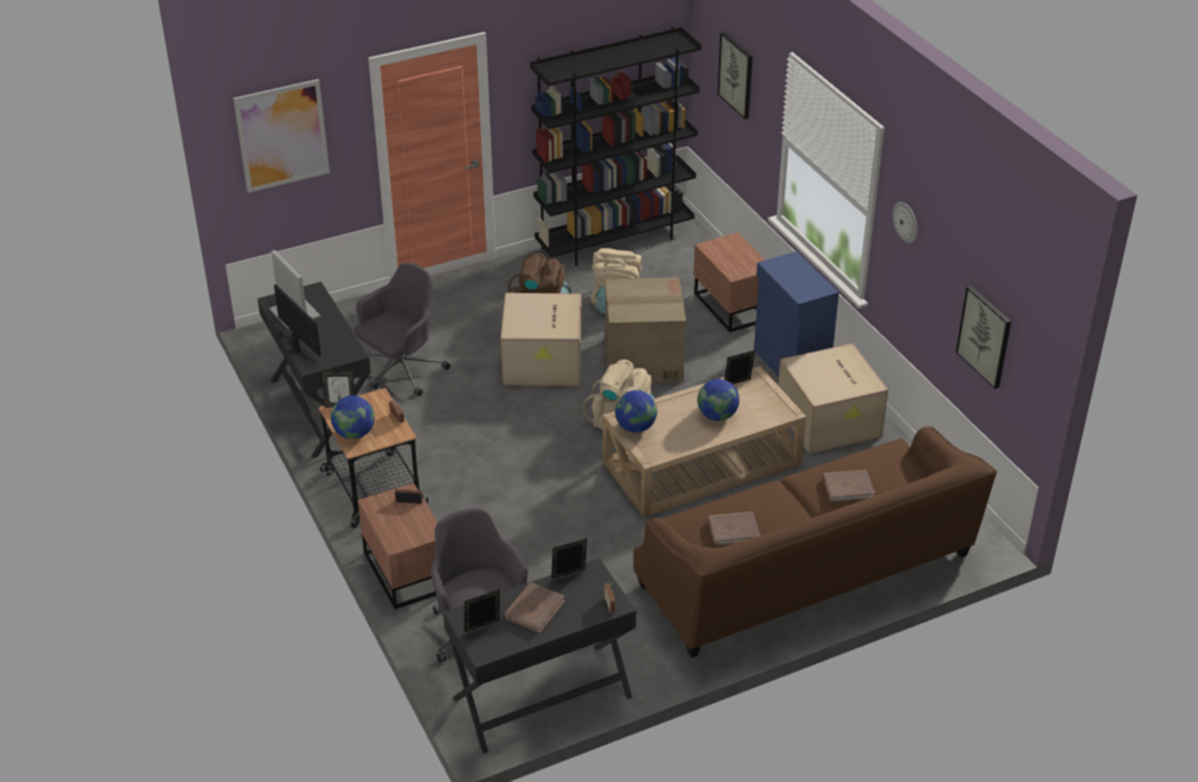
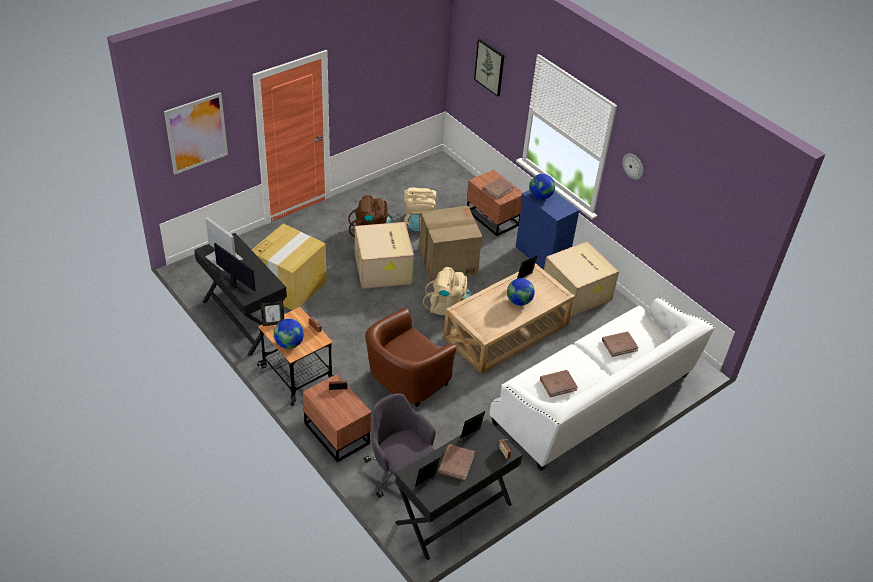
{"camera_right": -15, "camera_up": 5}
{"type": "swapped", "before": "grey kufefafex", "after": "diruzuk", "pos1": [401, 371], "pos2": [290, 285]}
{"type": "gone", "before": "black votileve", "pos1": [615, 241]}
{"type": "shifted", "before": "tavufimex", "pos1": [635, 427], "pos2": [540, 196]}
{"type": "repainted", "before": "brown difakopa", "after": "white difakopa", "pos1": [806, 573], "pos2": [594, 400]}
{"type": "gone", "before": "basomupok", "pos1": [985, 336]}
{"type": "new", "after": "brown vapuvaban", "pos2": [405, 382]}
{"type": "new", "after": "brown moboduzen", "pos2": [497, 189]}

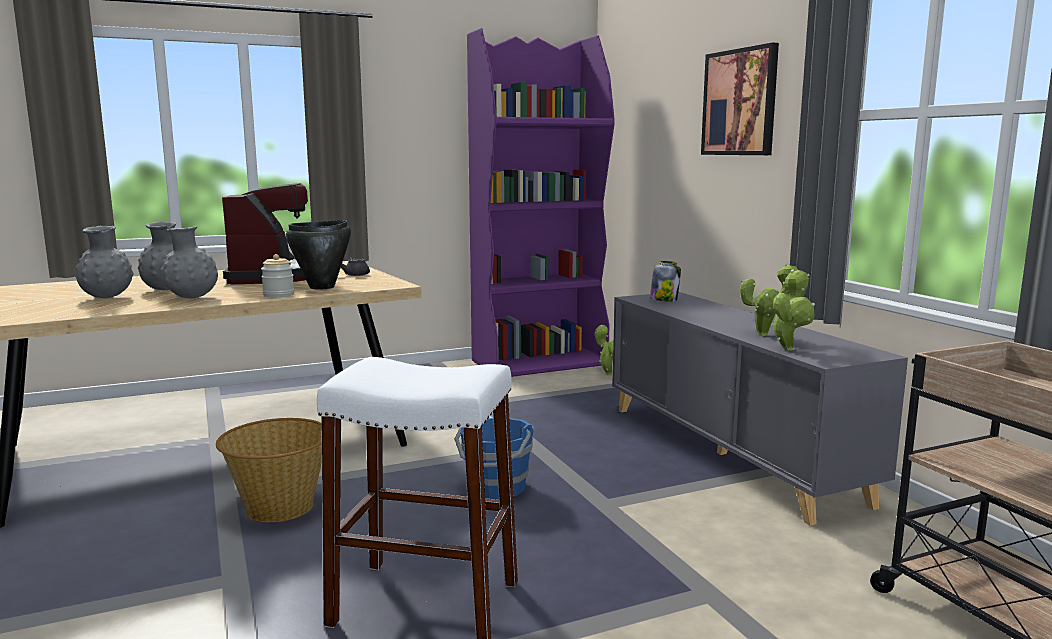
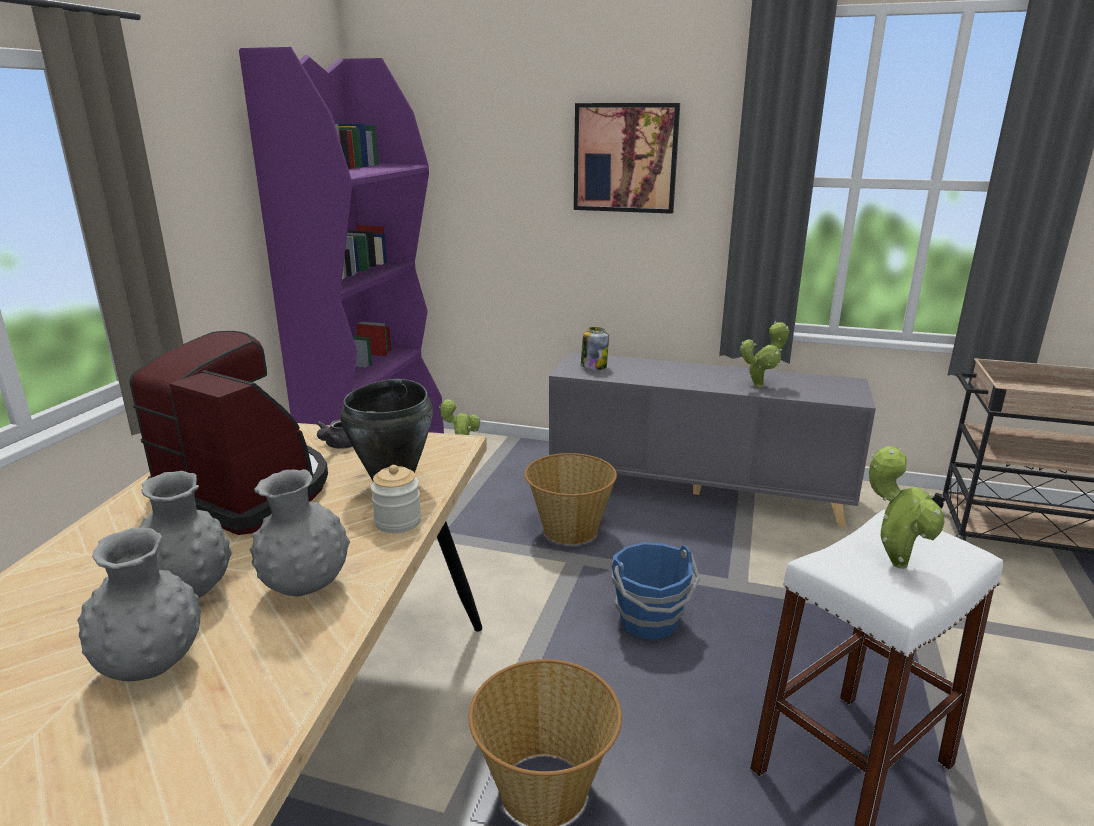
{"camera_right": -50, "camera_up": 10}
{"type": "shifted", "before": "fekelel", "pos1": [788, 348], "pos2": [894, 561]}
{"type": "new", "after": "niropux", "pos2": [569, 529]}

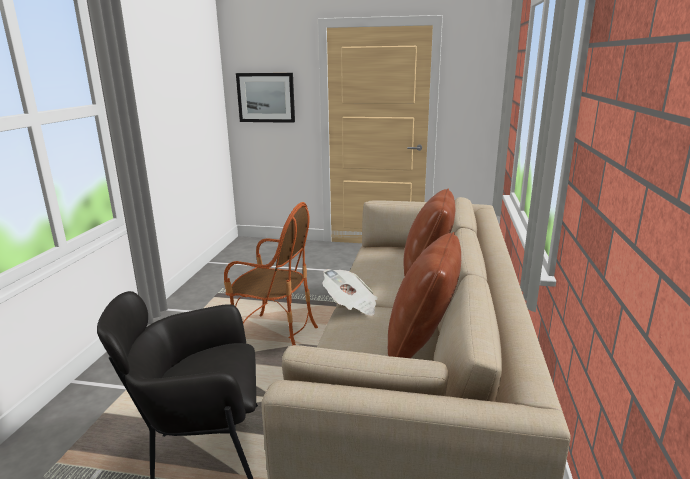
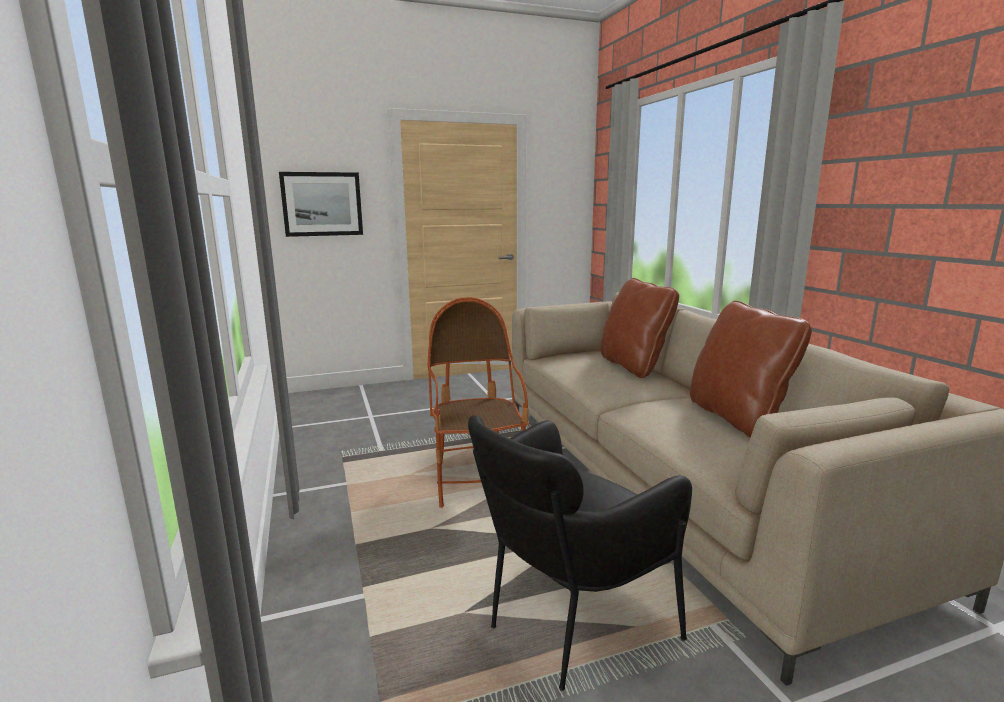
{"camera_right": -30, "camera_up": -5}
{"type": "rotated", "before": "vapuvaban", "pos1": [274, 335], "pos2": [477, 481], "turn": -90}
{"type": "gone", "before": "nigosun", "pos1": [351, 305]}

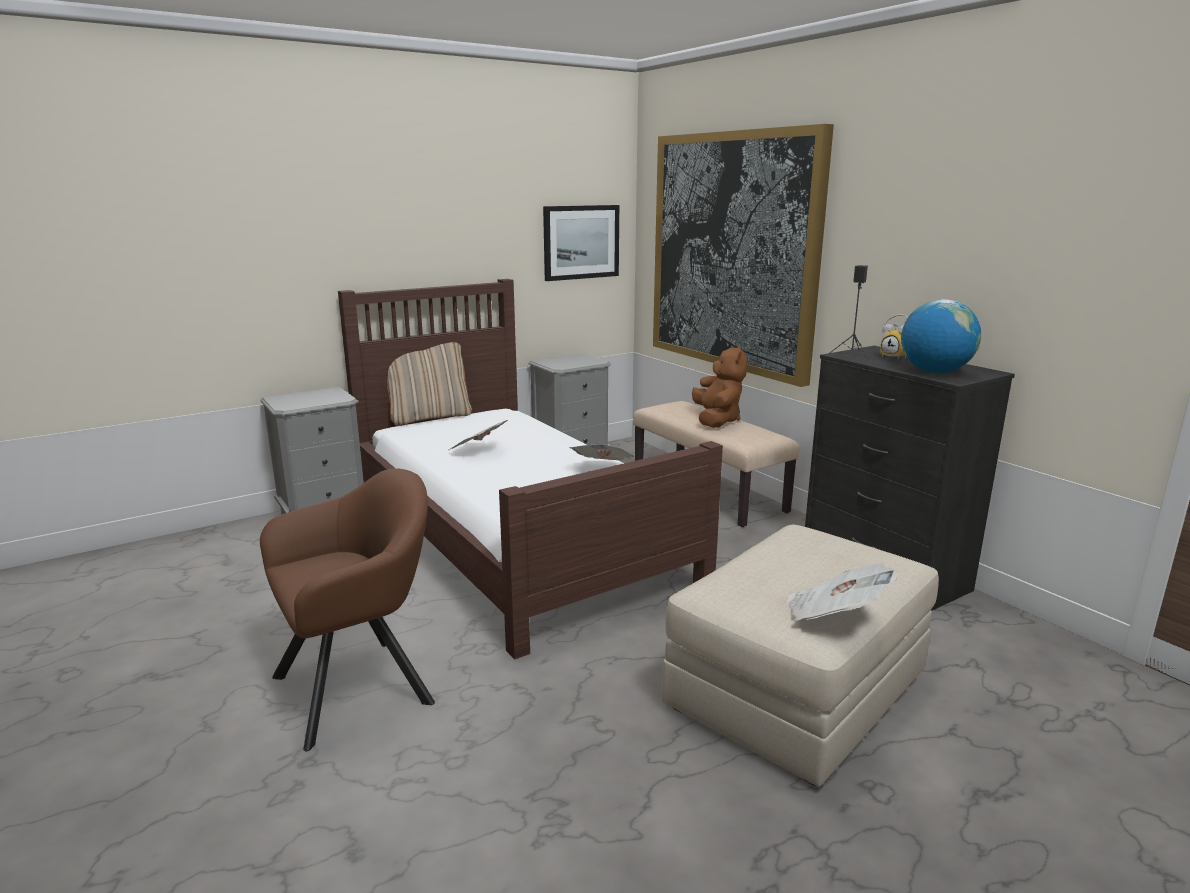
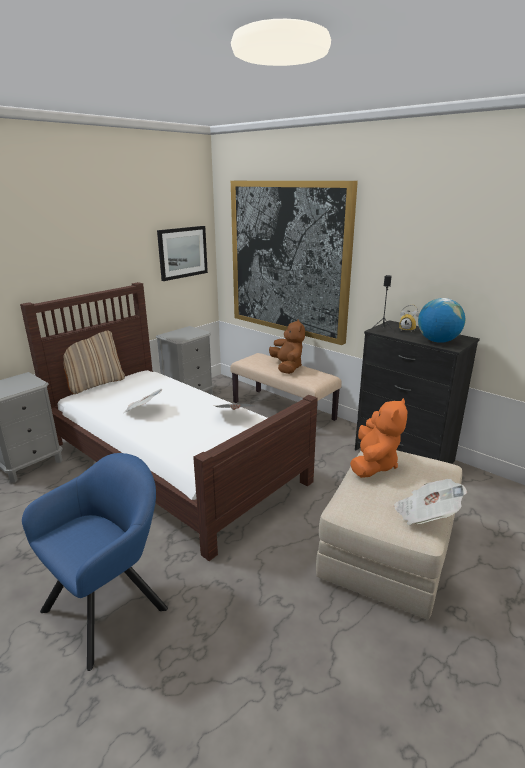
{"camera_right": -15, "camera_up": 5}
{"type": "repainted", "before": "brown vapuvaban", "after": "blue vapuvaban", "pos1": [362, 686], "pos2": [111, 605]}
{"type": "new", "after": "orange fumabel", "pos2": [374, 464]}

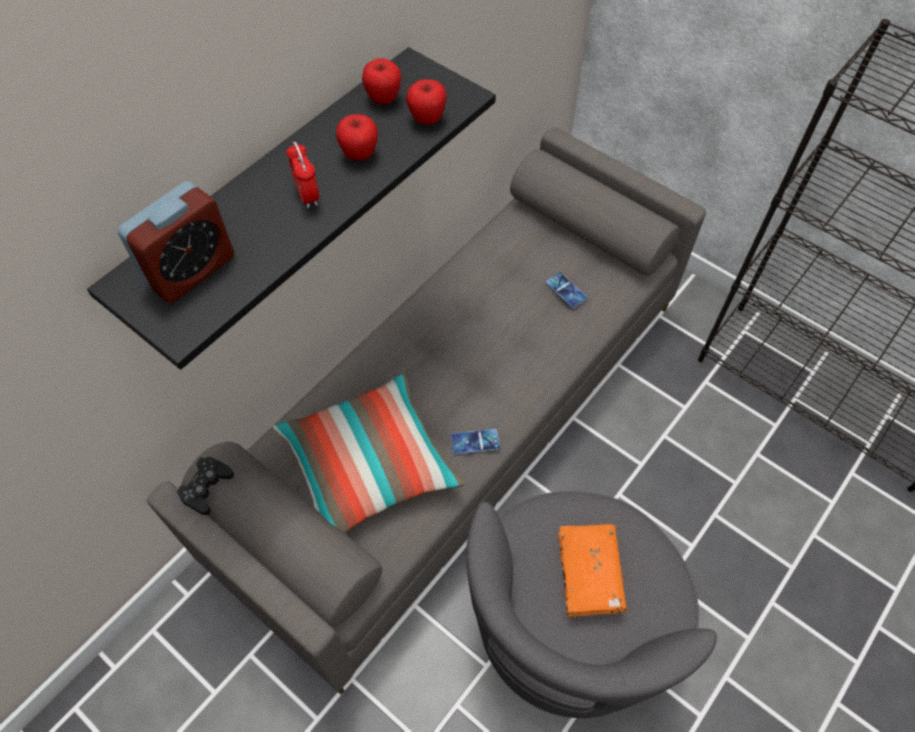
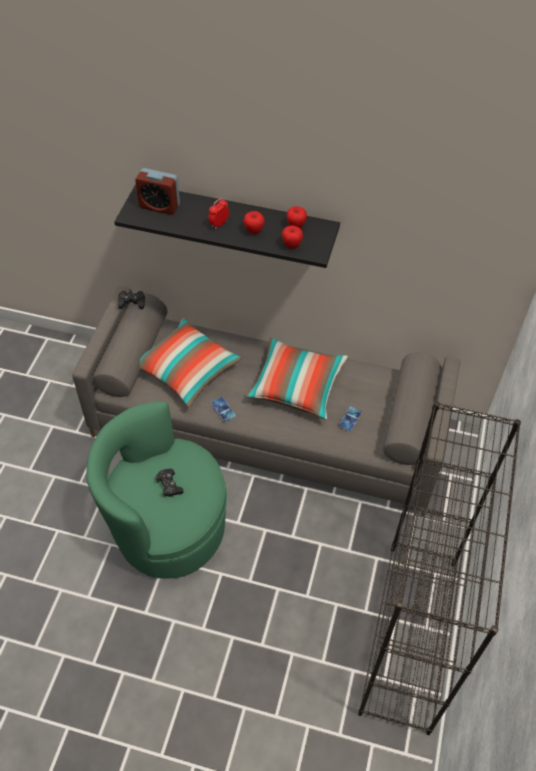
{"camera_right": 65, "camera_up": -5}
{"type": "repainted", "before": "grey vapuvaban", "after": "green vapuvaban", "pos1": [566, 628], "pos2": [168, 527]}
{"type": "swapped", "before": "orange moboduzen", "after": "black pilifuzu", "pos1": [589, 573], "pos2": [169, 485]}
{"type": "new", "after": "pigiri", "pos2": [296, 386]}

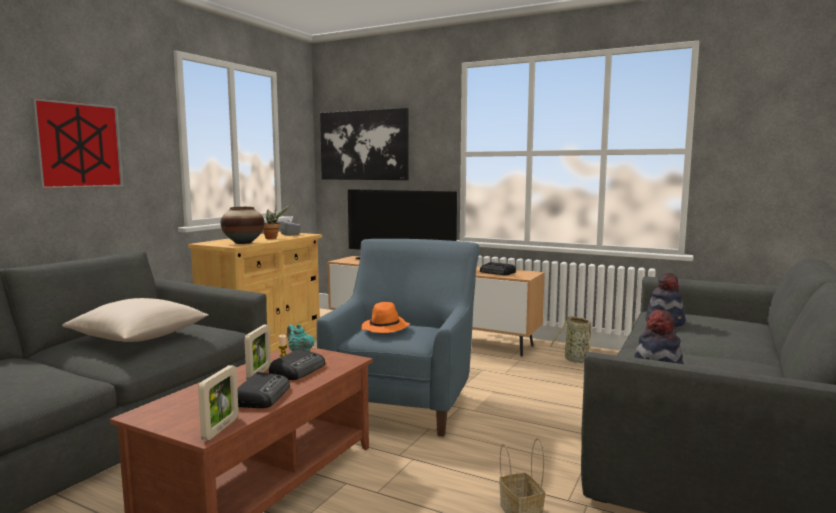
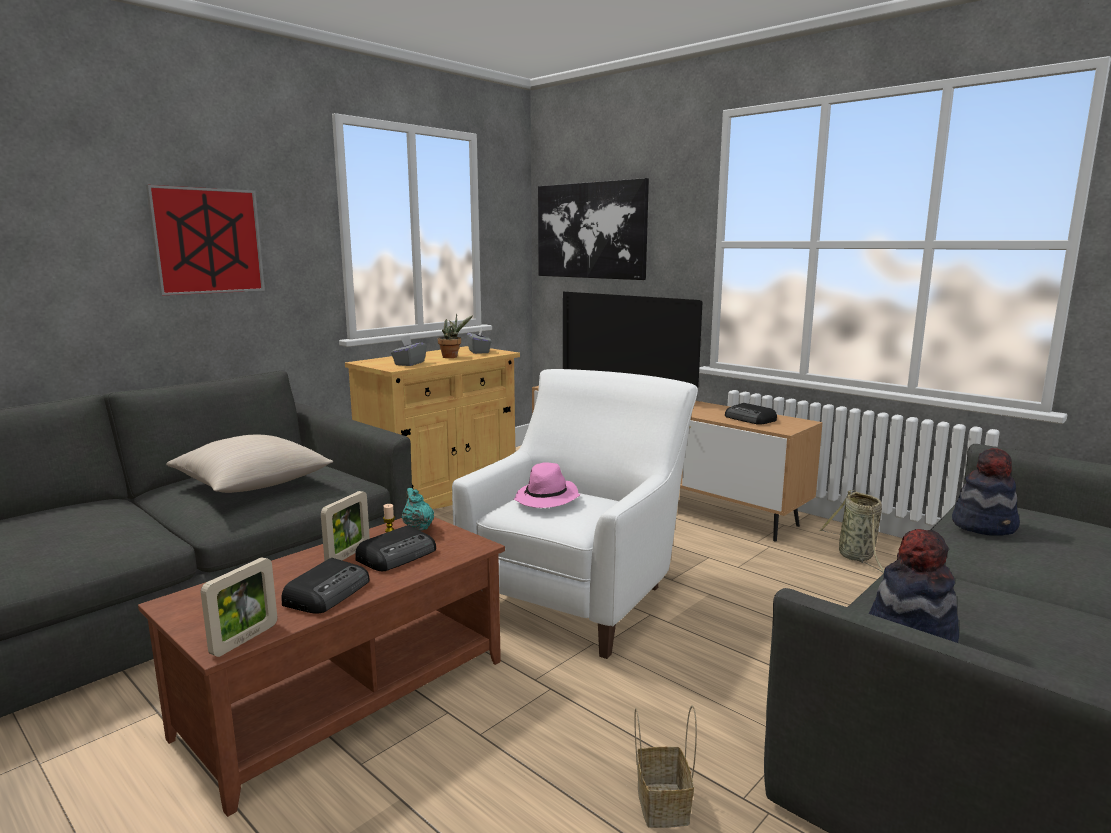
{"camera_right": 15, "camera_up": 5}
{"type": "swapped", "before": "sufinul", "after": "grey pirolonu", "pos1": [243, 243], "pos2": [409, 363]}
{"type": "repainted", "before": "blue vapuvaban", "after": "white vapuvaban", "pos1": [405, 400], "pos2": [581, 593]}
{"type": "repainted", "before": "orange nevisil", "after": "pink nevisil", "pos1": [385, 328], "pos2": [547, 499]}

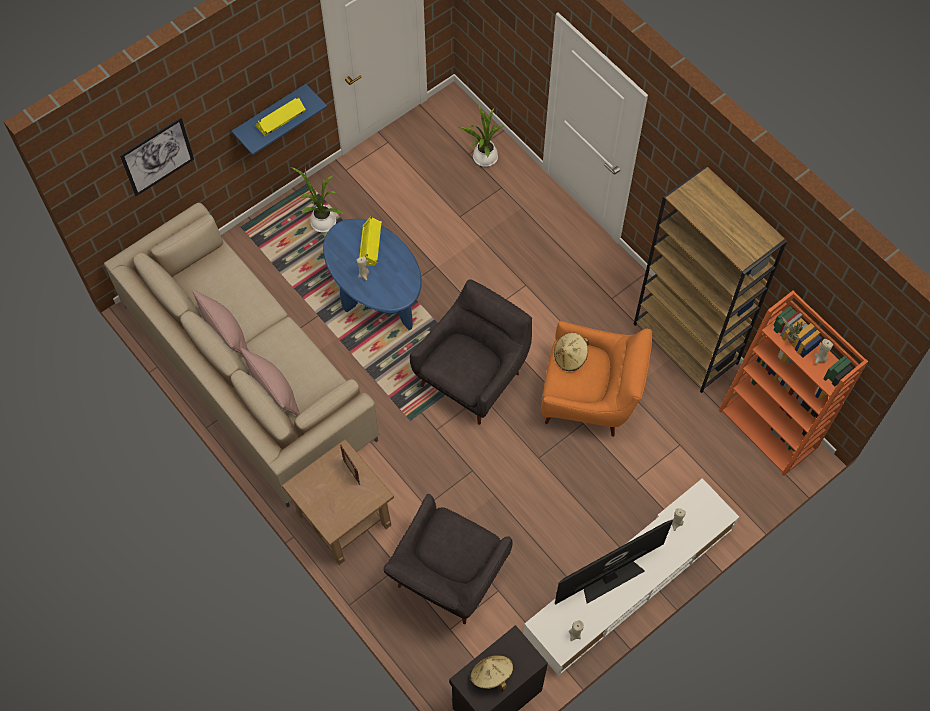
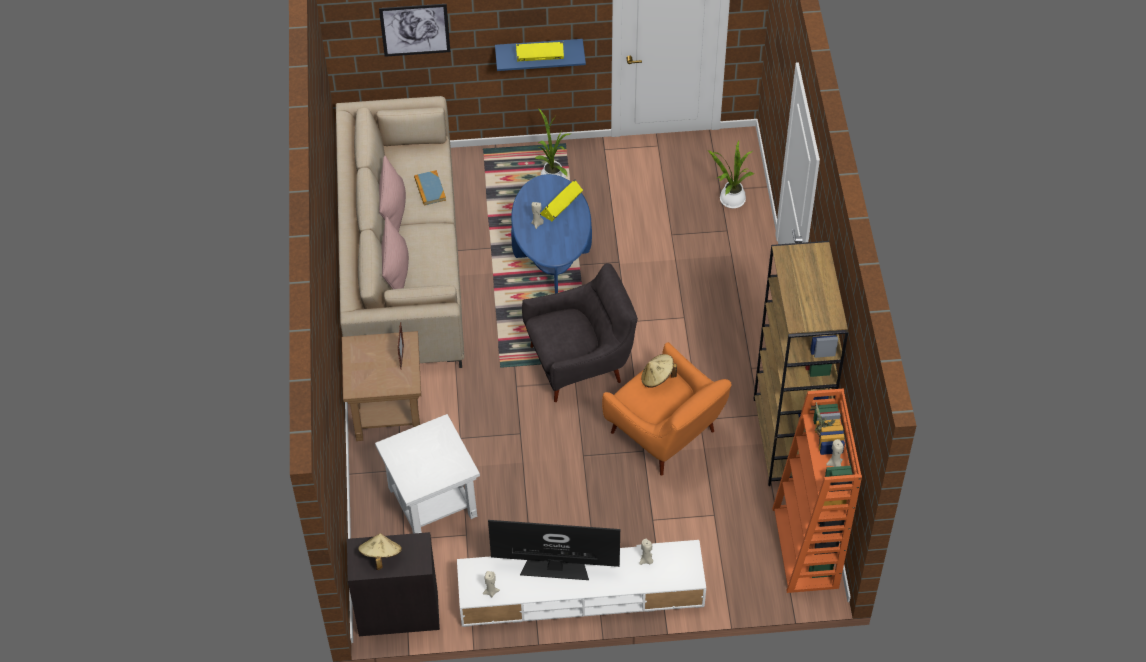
{"camera_right": 35, "camera_up": -10}
{"type": "swapped", "before": "grey vapuvaban", "after": "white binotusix", "pos1": [446, 579], "pos2": [431, 501]}
{"type": "new", "after": "moboduzen", "pos2": [430, 189]}

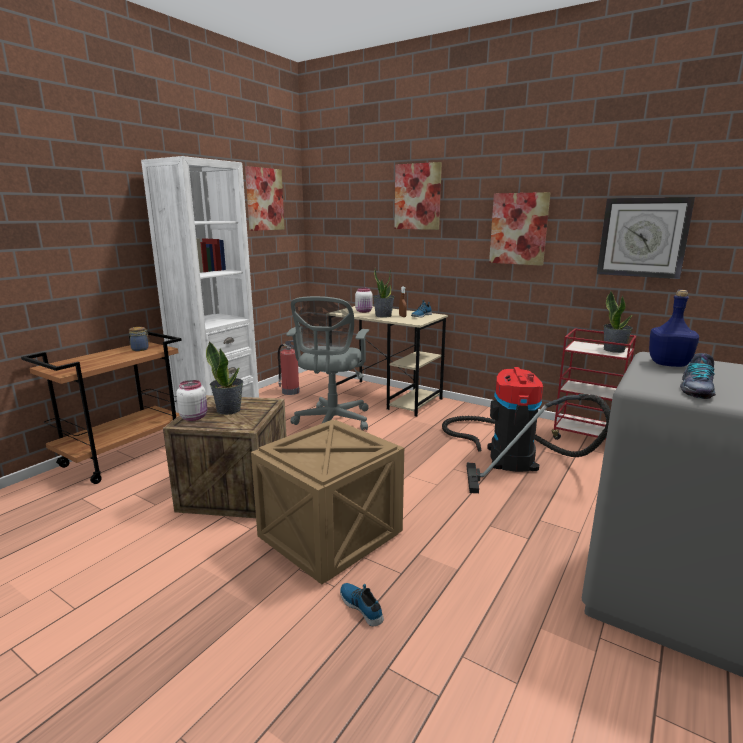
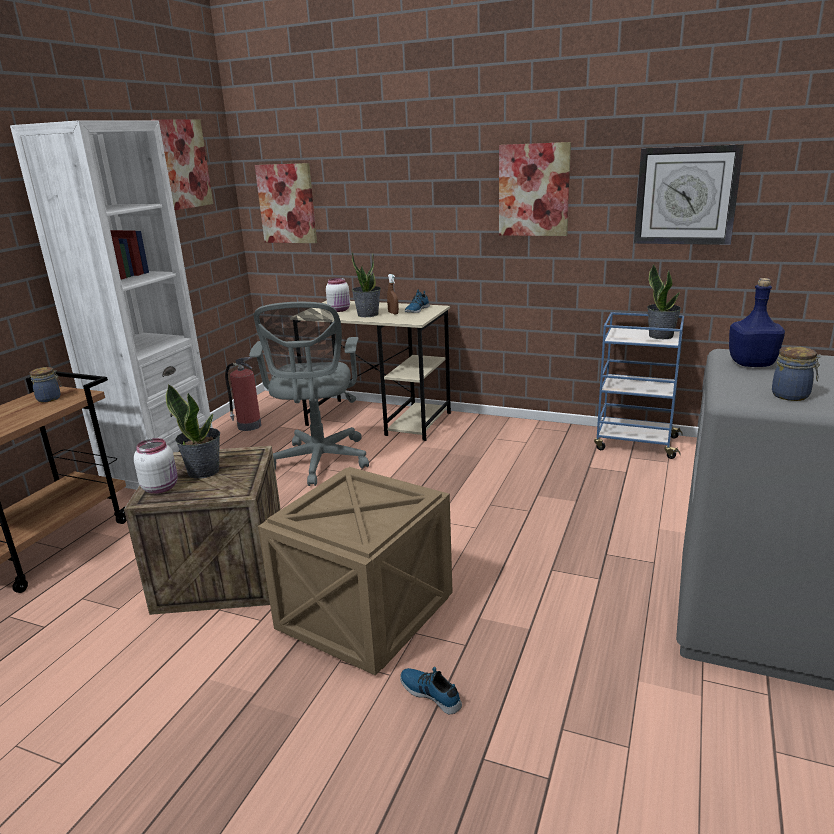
{"camera_right": -10, "camera_up": 5}
{"type": "shifted", "before": "basomupok", "pos1": [417, 197], "pos2": [287, 204]}
{"type": "gone", "before": "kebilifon", "pos1": [509, 455]}
{"type": "repainted", "before": "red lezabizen", "after": "blue lezabizen", "pos1": [587, 437], "pos2": [635, 443]}
{"type": "swapped", "before": "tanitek", "after": "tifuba", "pos1": [695, 389], "pos2": [792, 395]}

